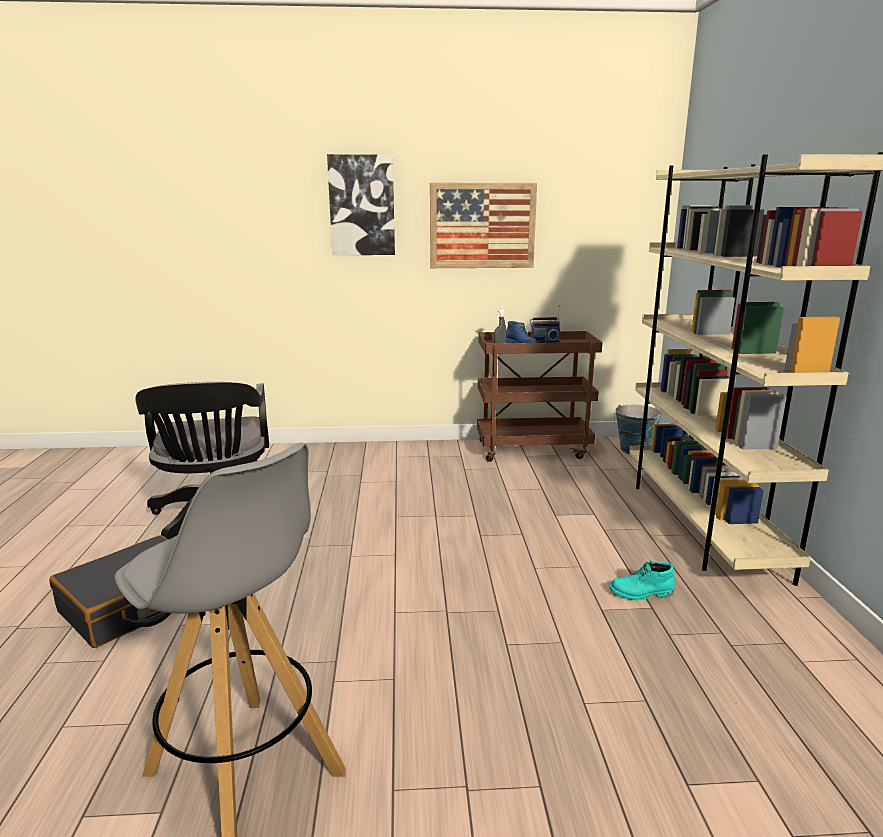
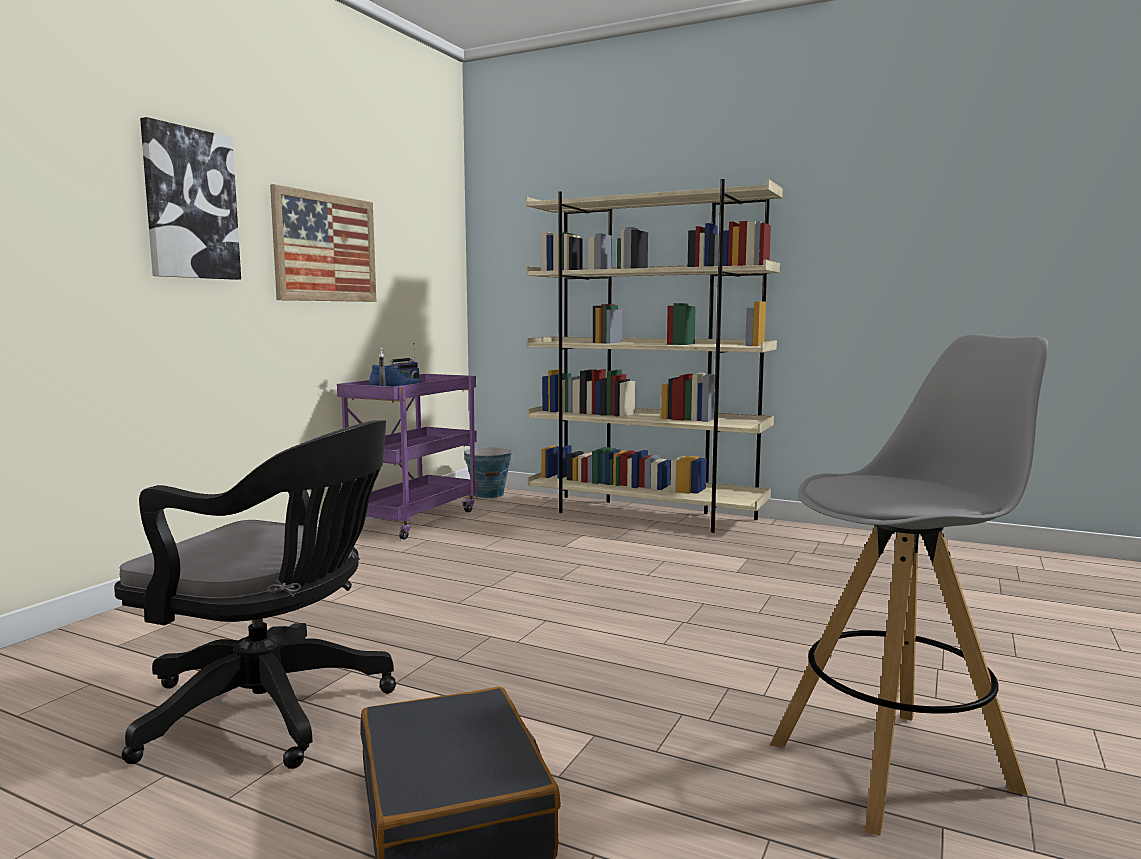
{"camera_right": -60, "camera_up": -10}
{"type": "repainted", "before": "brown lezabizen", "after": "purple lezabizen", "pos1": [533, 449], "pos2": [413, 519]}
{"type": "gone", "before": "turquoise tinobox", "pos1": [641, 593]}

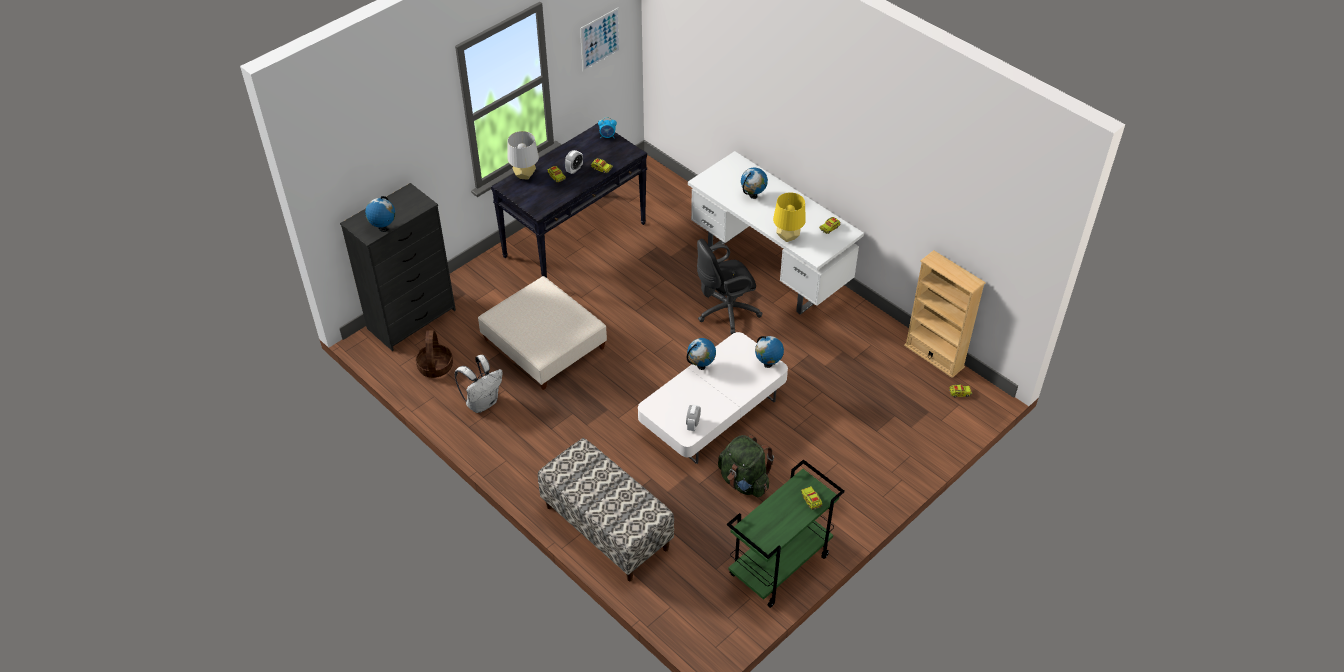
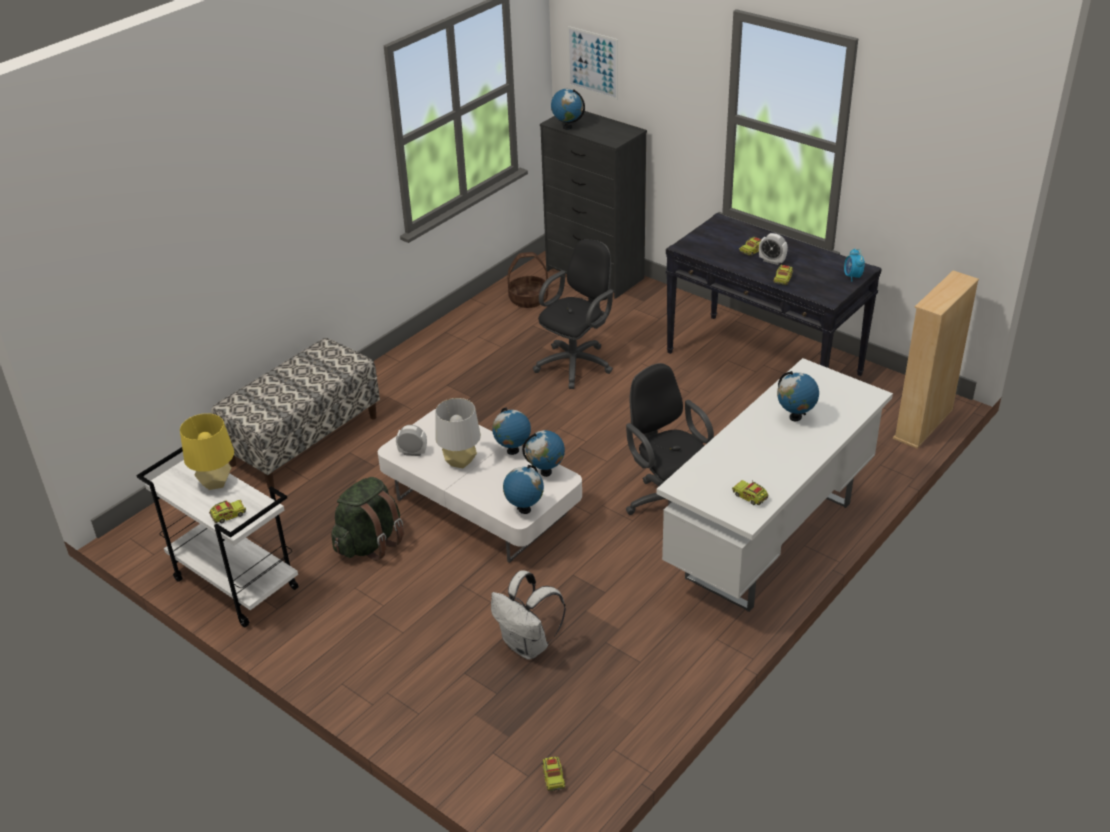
{"camera_right": 85, "camera_up": -10}
{"type": "shifted", "before": "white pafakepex", "pos1": [482, 402], "pos2": [528, 645]}
{"type": "swapped", "before": "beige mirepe", "after": "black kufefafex", "pos1": [544, 343], "pos2": [577, 363]}
{"type": "shifted", "before": "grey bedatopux", "pos1": [524, 175], "pos2": [460, 462]}
{"type": "shifted", "before": "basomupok", "pos1": [600, 39], "pos2": [593, 62]}
{"type": "repainted", "before": "green lezabizen", "after": "white lezabizen", "pos1": [779, 567], "pos2": [234, 584]}
{"type": "shifted", "before": "yellow bedatopux", "pos1": [787, 237], "pos2": [216, 482]}
{"type": "shifted", "before": "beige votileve", "pos1": [934, 356], "pos2": [923, 424]}
{"type": "new", "after": "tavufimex", "pos2": [546, 472]}

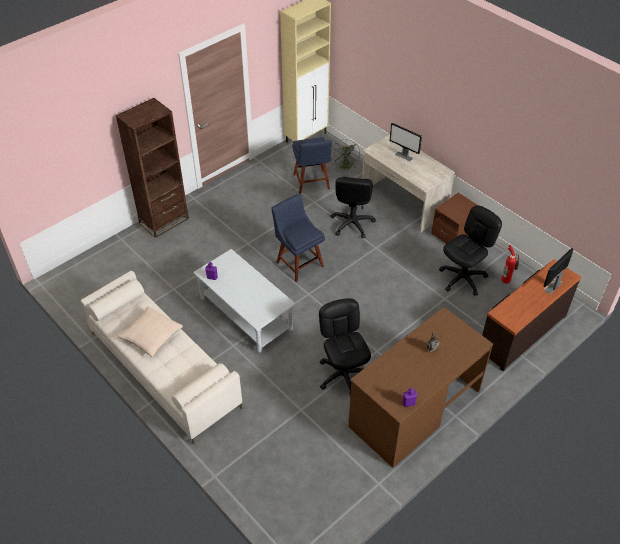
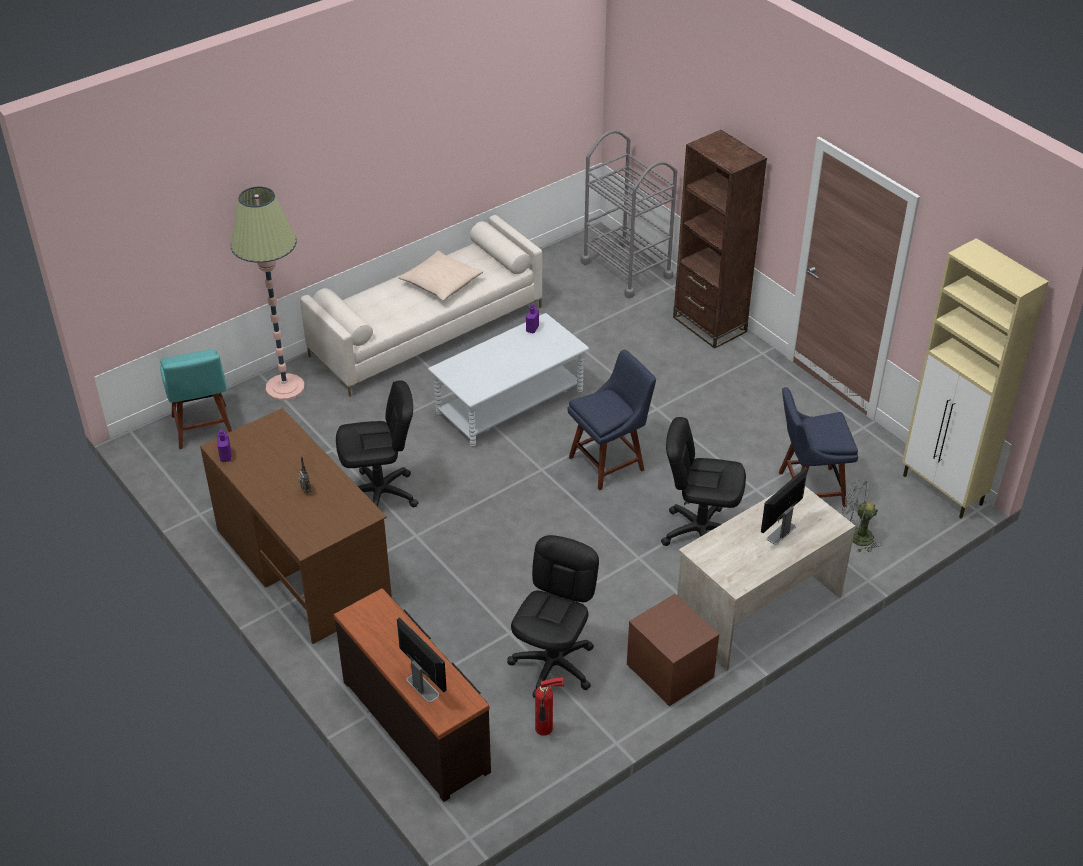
{"camera_right": 95, "camera_up": -5}
{"type": "rotated", "before": "black kufefafex", "pos1": [463, 278], "pos2": [553, 665], "turn": -120}
{"type": "new", "after": "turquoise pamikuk", "pos2": [203, 429]}
{"type": "new", "after": "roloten", "pos2": [285, 387]}
{"type": "new", "after": "grey lezabizen", "pos2": [626, 269]}

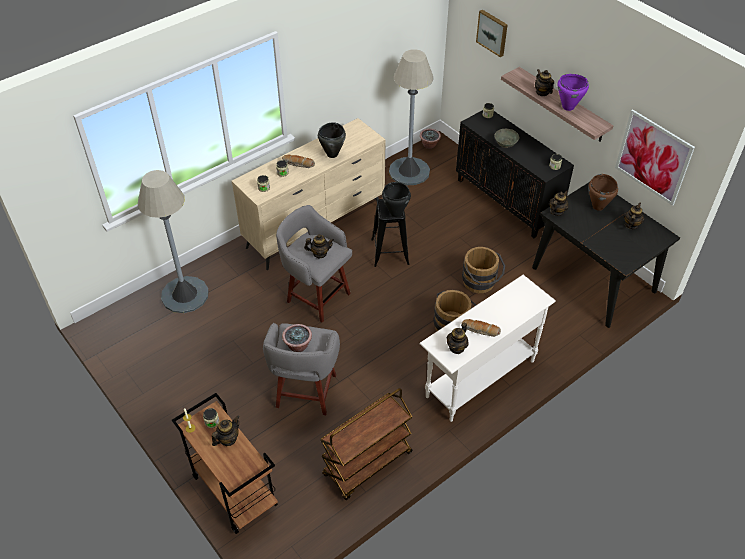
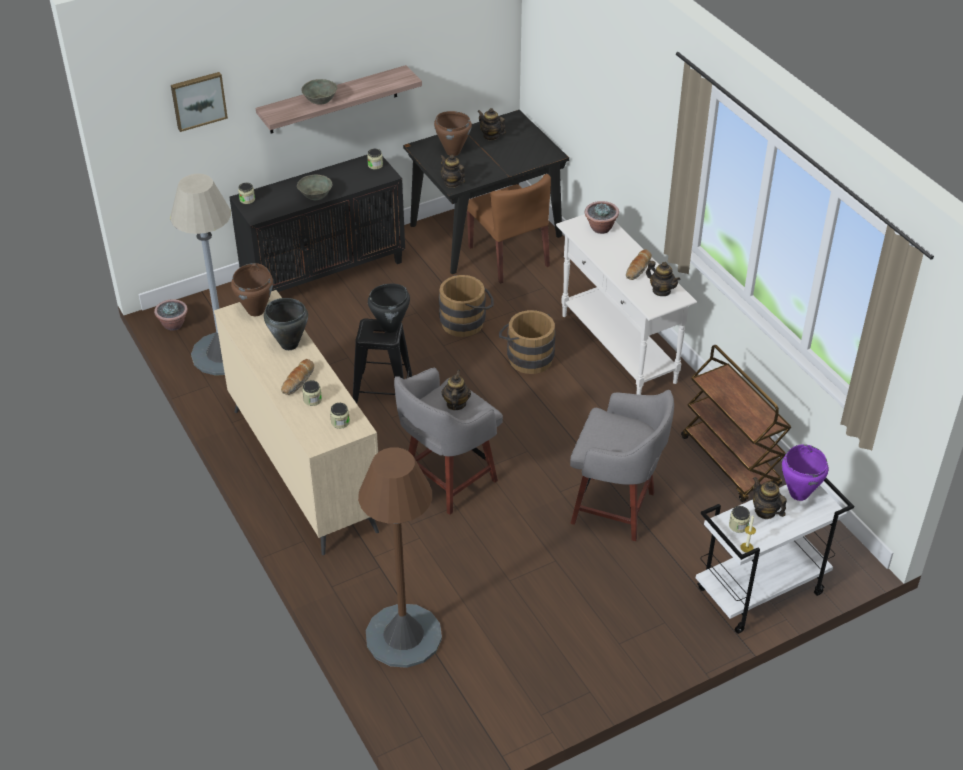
{"camera_right": -80, "camera_up": -5}
{"type": "repainted", "before": "grey roloten", "after": "brown roloten", "pos1": [185, 295], "pos2": [404, 636]}
{"type": "repainted", "before": "brown lezabizen", "after": "white lezabizen", "pos1": [233, 490], "pos2": [760, 592]}
{"type": "shifted", "before": "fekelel", "pos1": [298, 346], "pos2": [600, 228]}
{"type": "swapped", "before": "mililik", "after": "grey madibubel", "pos1": [542, 92], "pos2": [320, 100]}
{"type": "shifted", "before": "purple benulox", "pos1": [568, 107], "pos2": [798, 494]}
{"type": "gone", "before": "basomupok", "pos1": [653, 157]}
{"type": "new", "after": "brown benulox", "pos2": [256, 311]}
{"type": "new", "after": "brown pamikuk", "pos2": [509, 257]}

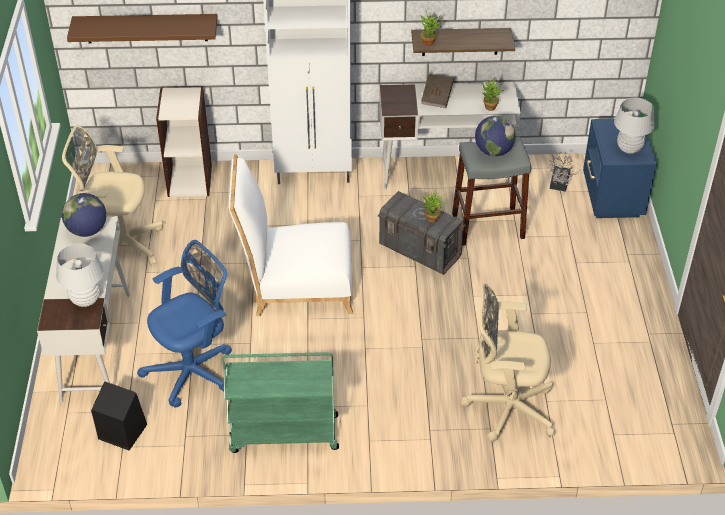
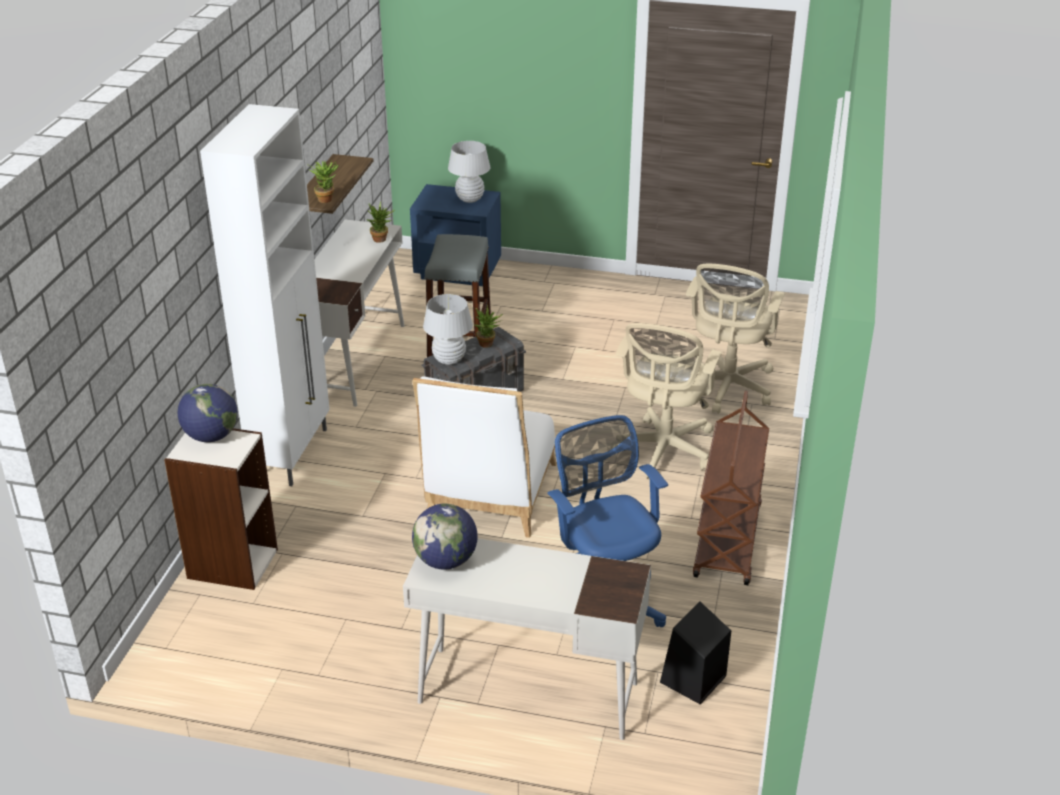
{"camera_right": -75, "camera_up": -10}
{"type": "shifted", "before": "white bedatopux", "pos1": [86, 300], "pos2": [449, 360]}
{"type": "shifted", "before": "beige kufefafex", "pos1": [120, 243], "pos2": [663, 452]}
{"type": "gone", "before": "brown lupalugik", "pos1": [146, 28]}
{"type": "repainted", "before": "green lezabizen", "after": "brown lezabizen", "pos1": [283, 434], "pos2": [728, 542]}
{"type": "gone", "before": "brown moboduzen", "pos1": [437, 98]}
{"type": "shifted", "before": "tavufimex", "pos1": [493, 151], "pos2": [211, 436]}
{"type": "gone", "before": "fekelel", "pos1": [558, 184]}

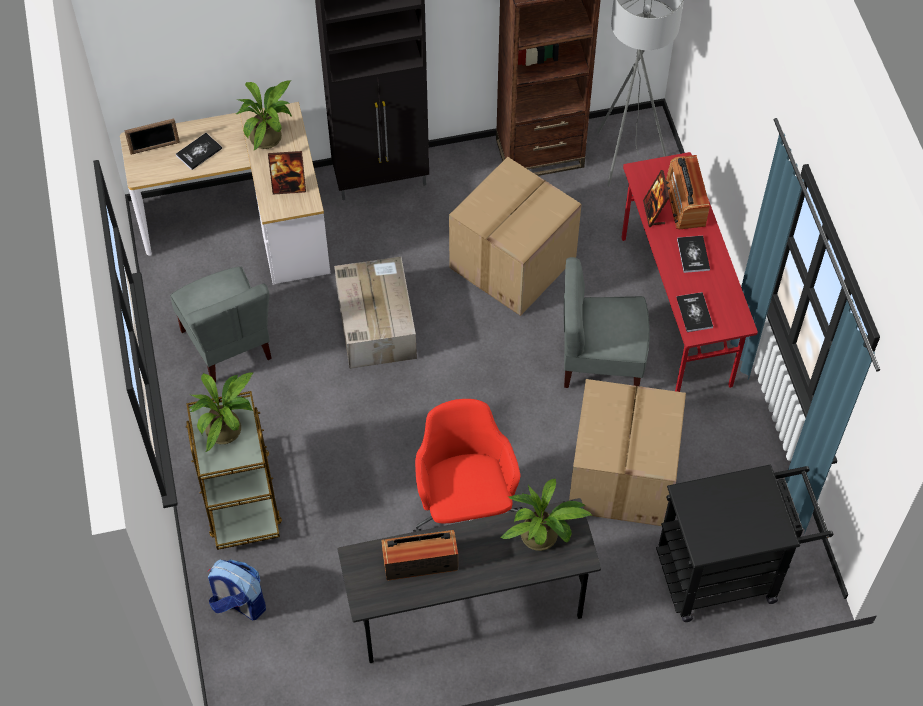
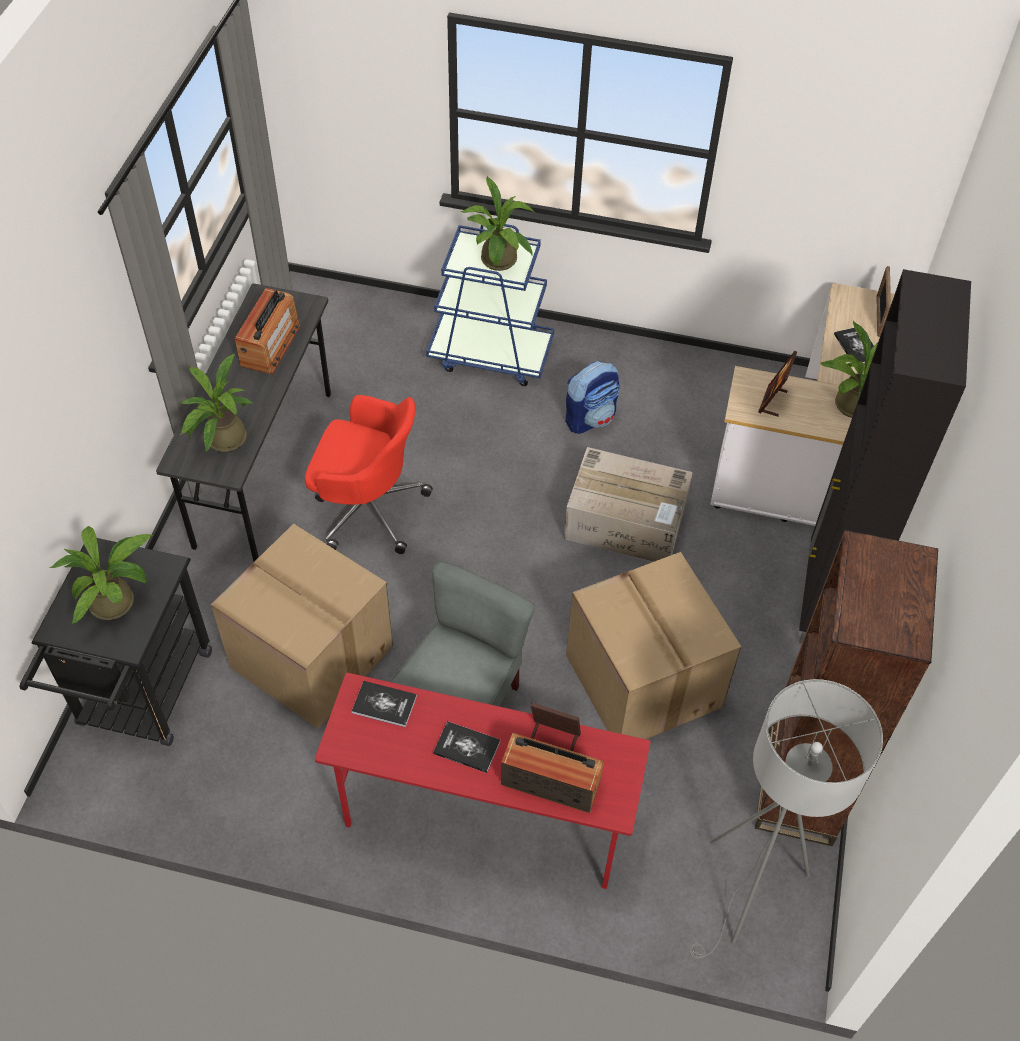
{"camera_right": 115, "camera_up": -5}
{"type": "gone", "before": "grey pamikuk", "pos1": [228, 344]}
{"type": "repainted", "before": "brown lezabizen", "after": "blue lezabizen", "pos1": [240, 497], "pos2": [491, 354]}
{"type": "shifted", "before": "pafakepex", "pos1": [239, 603], "pos2": [590, 418]}
{"type": "new", "after": "fekelel", "pos2": [118, 601]}

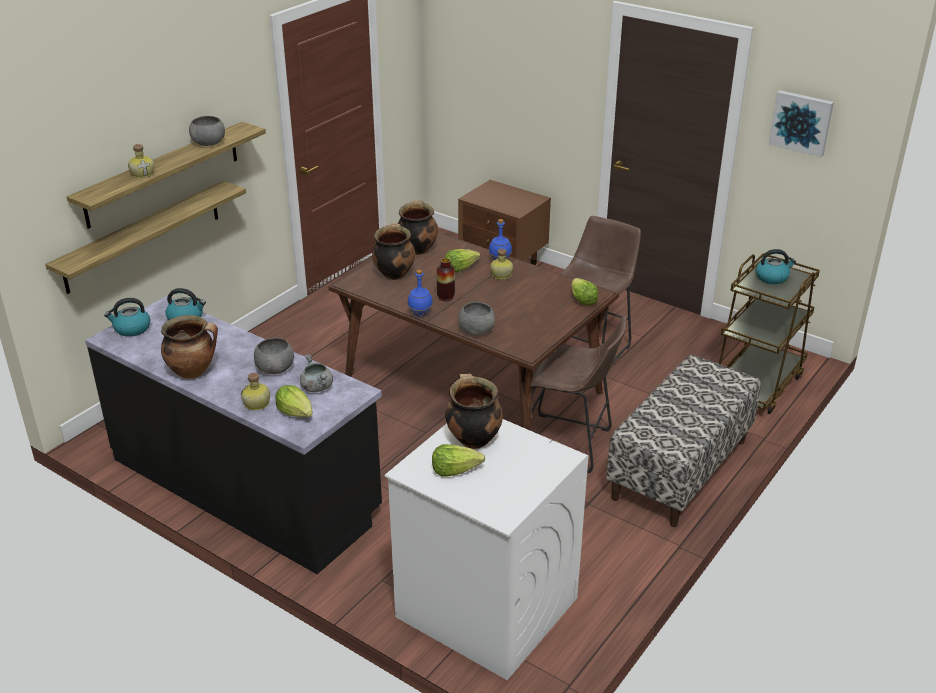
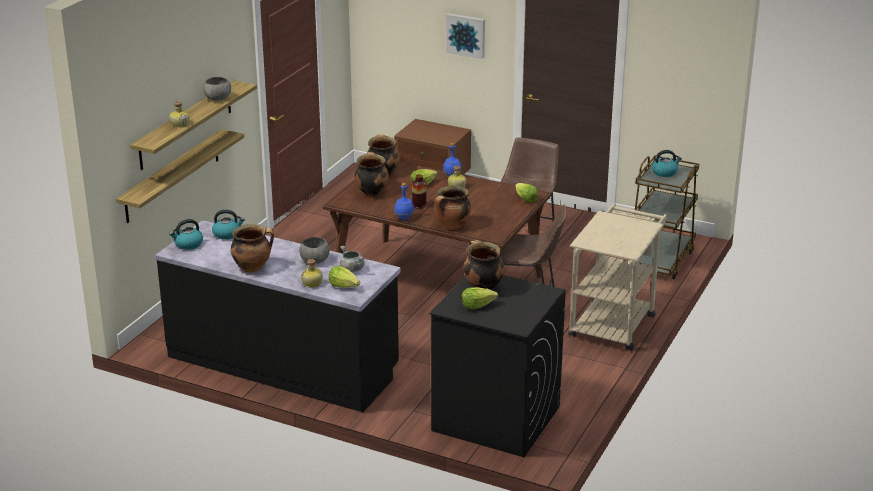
{"camera_right": -10, "camera_up": -5}
{"type": "repainted", "before": "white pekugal", "after": "black pekugal", "pos1": [485, 607], "pos2": [495, 418]}
{"type": "swapped", "before": "grey madibubel", "after": "benulox", "pos1": [476, 331], "pos2": [452, 226]}
{"type": "swapped", "before": "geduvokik", "after": "beige lezabizen", "pos1": [680, 470], "pos2": [614, 321]}
{"type": "shifted", "before": "basomupok", "pos1": [801, 122], "pos2": [466, 35]}

